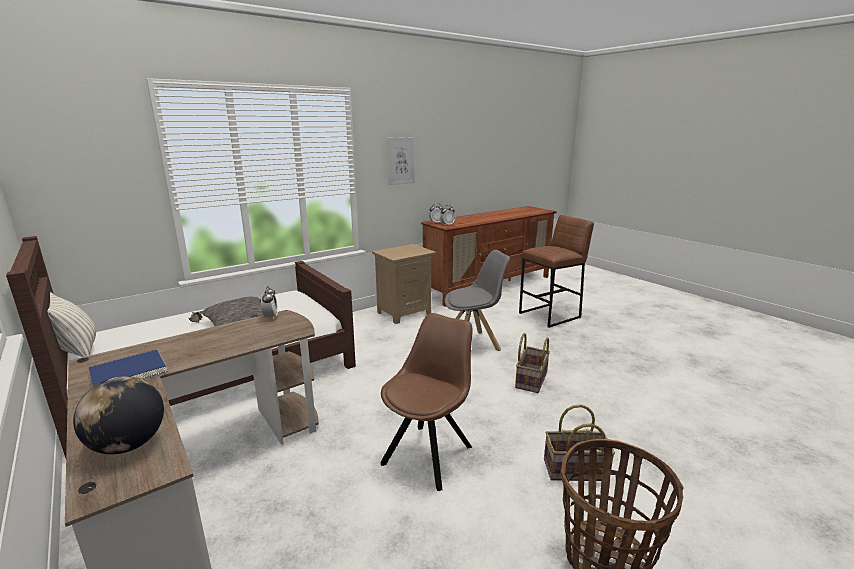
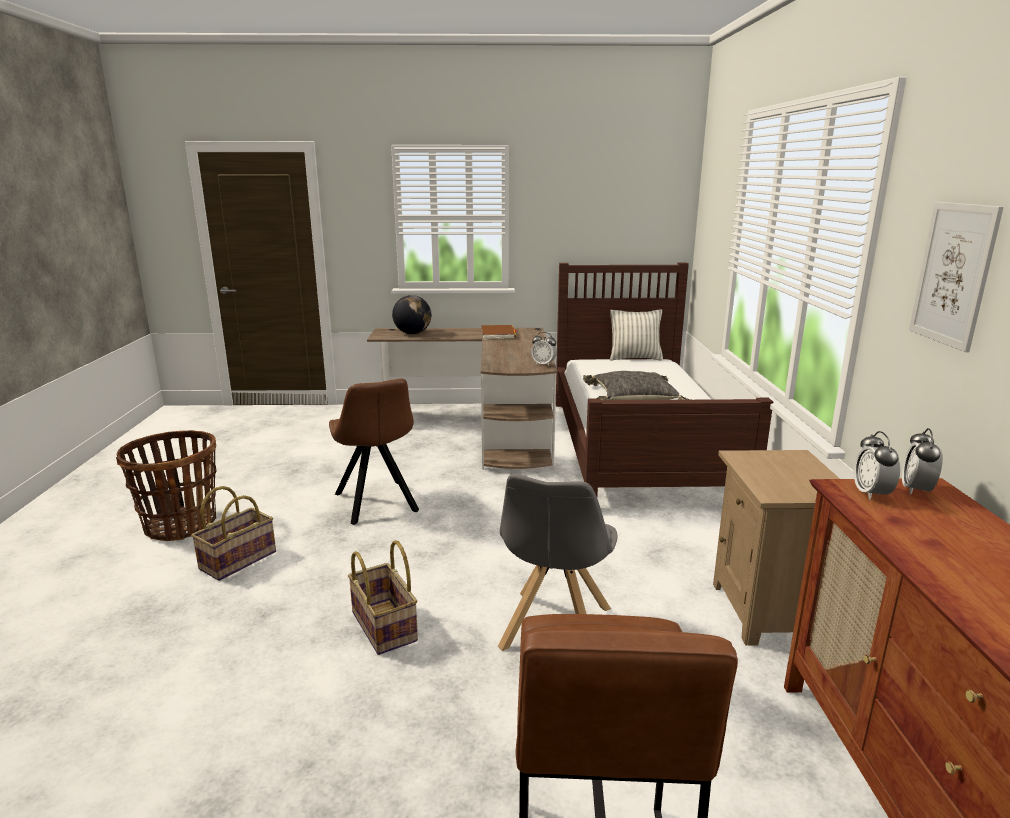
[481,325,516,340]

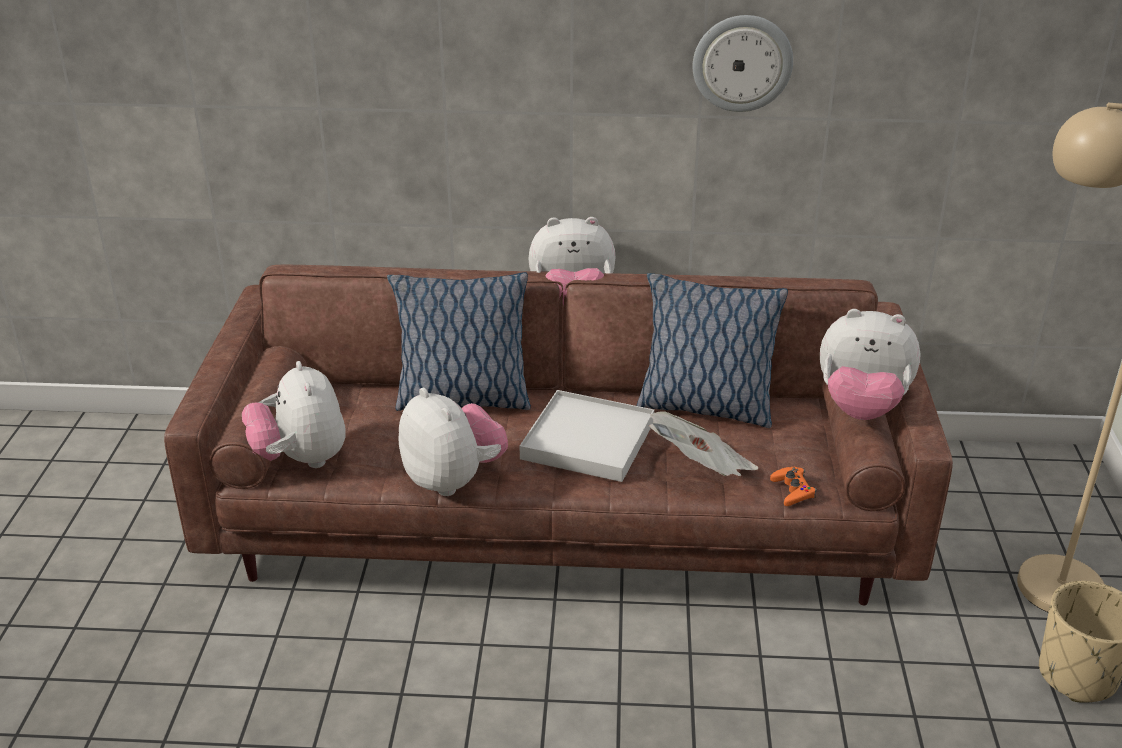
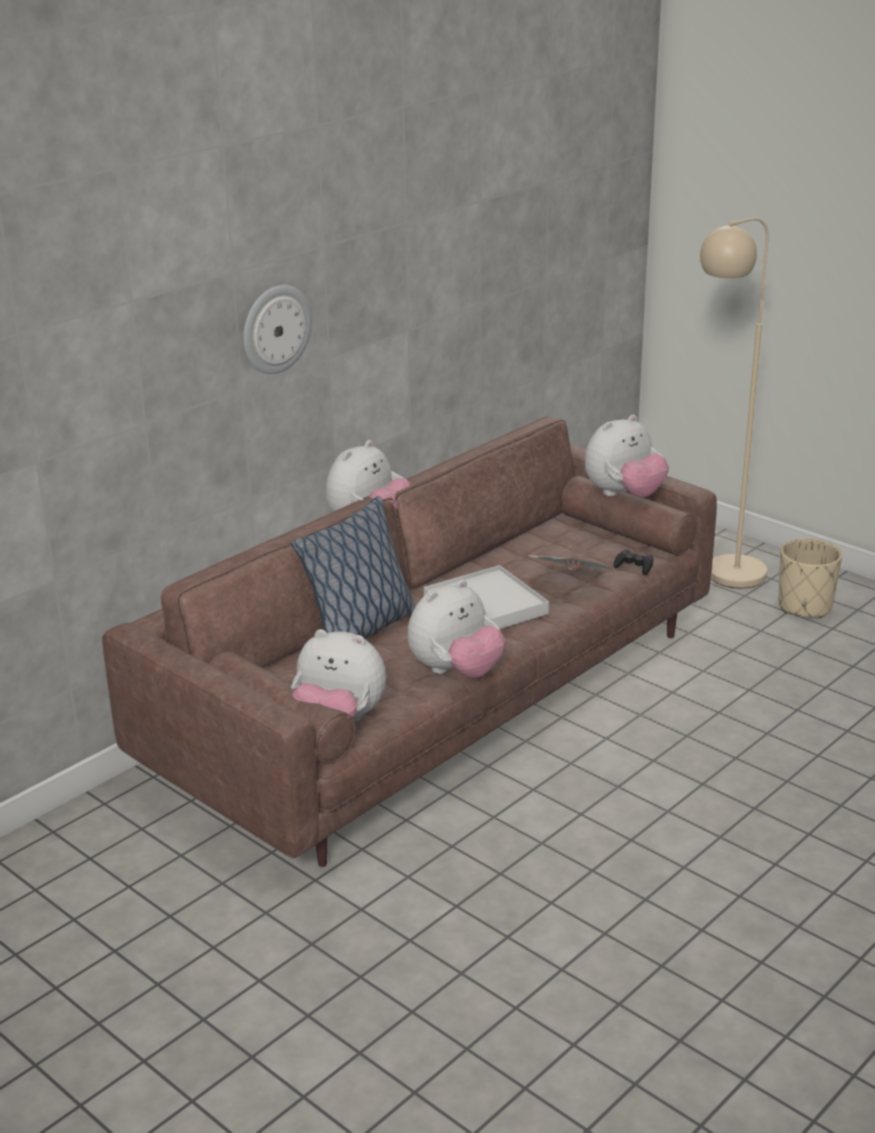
[243,285,312,374]
[637,273,788,428] (first image)
[408,580,505,678]
[614,550,653,575]

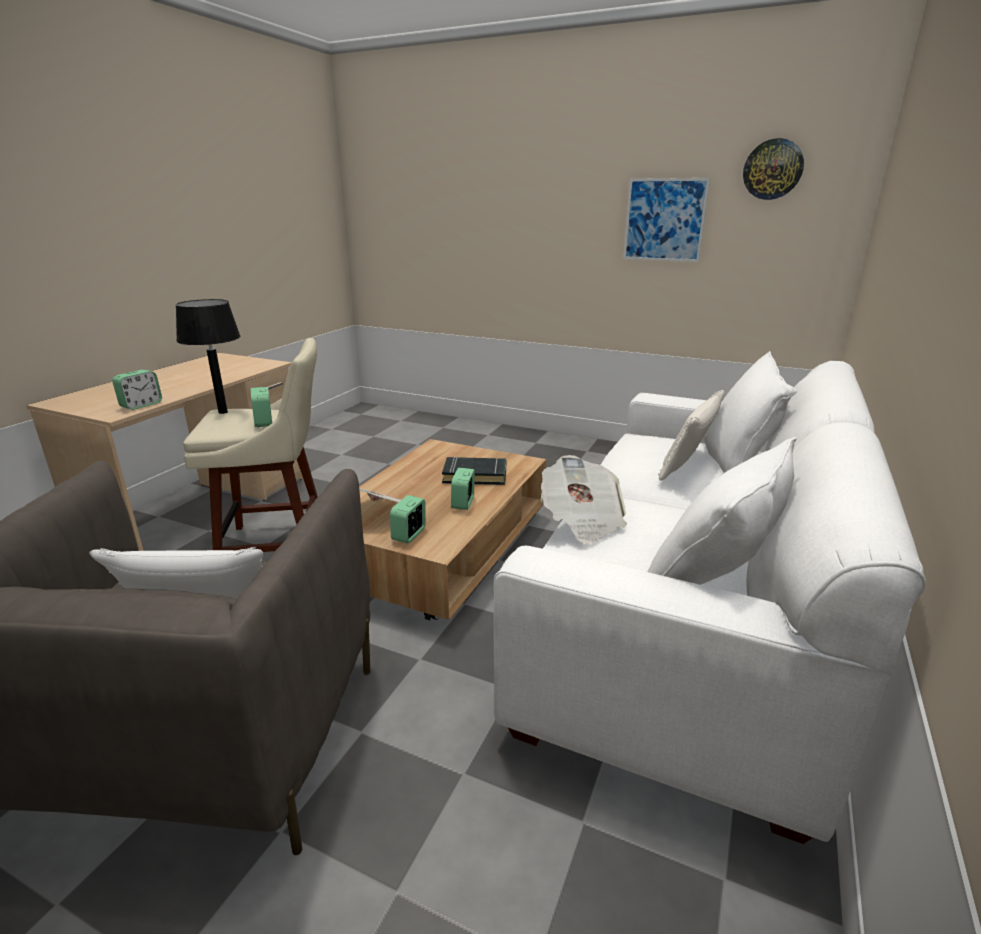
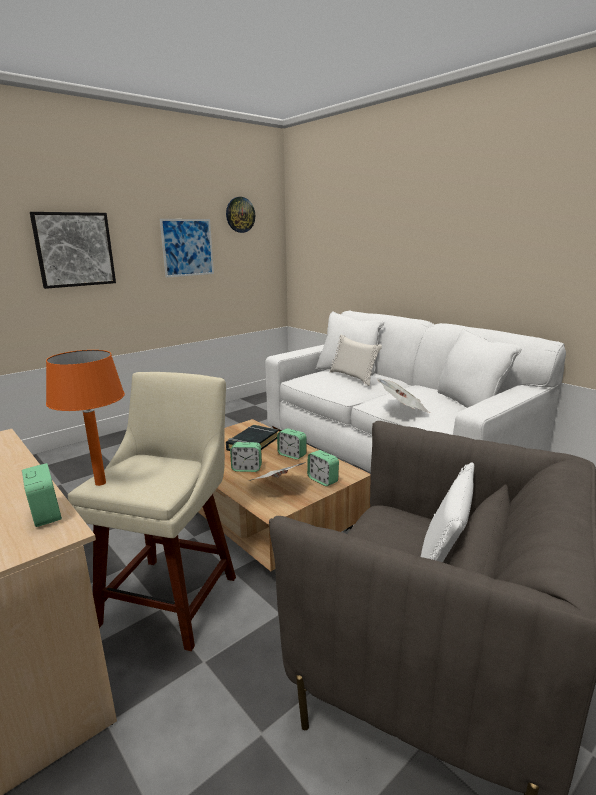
[46,350,125,486]
[230,442,262,472]
[30,212,116,289]

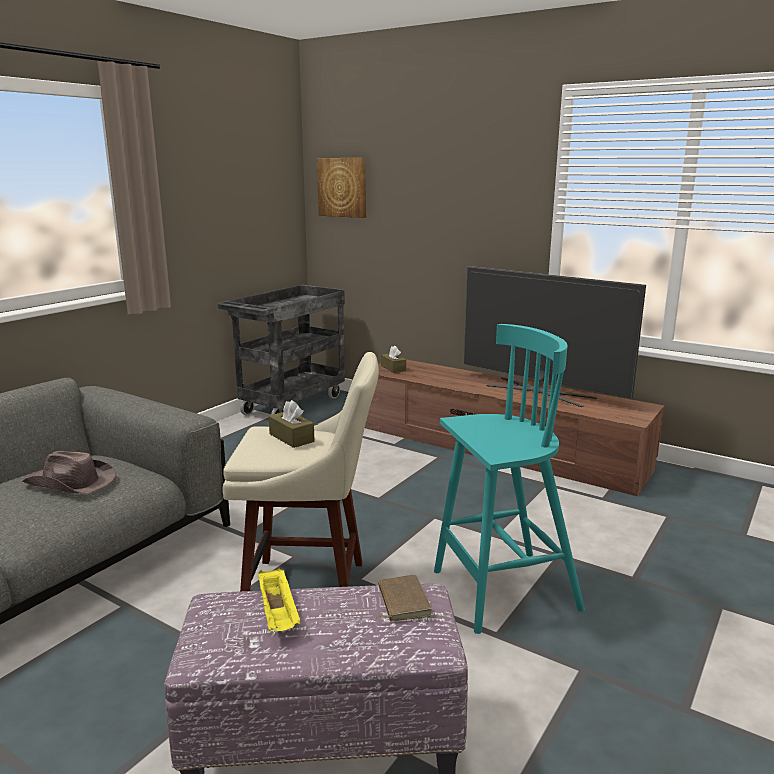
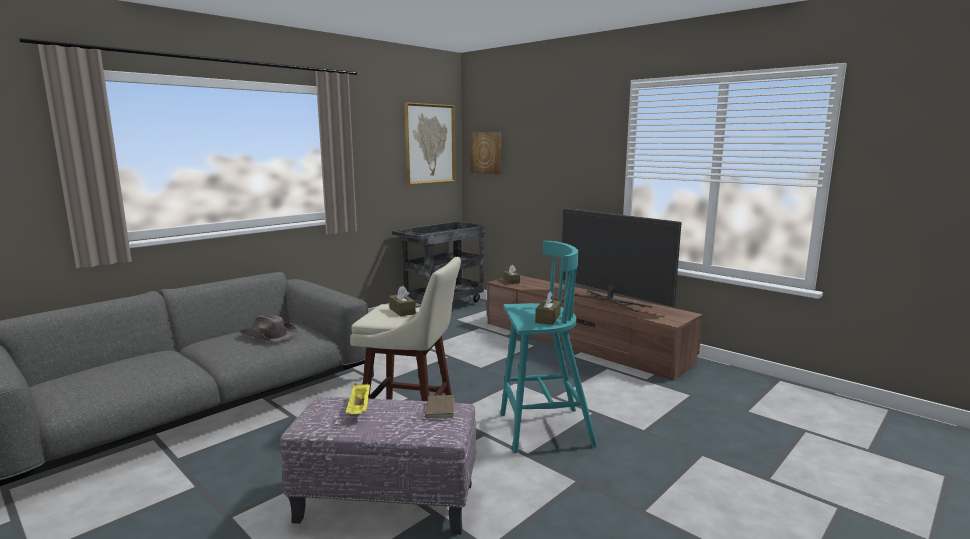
[404,103,456,185]
[535,291,561,325]

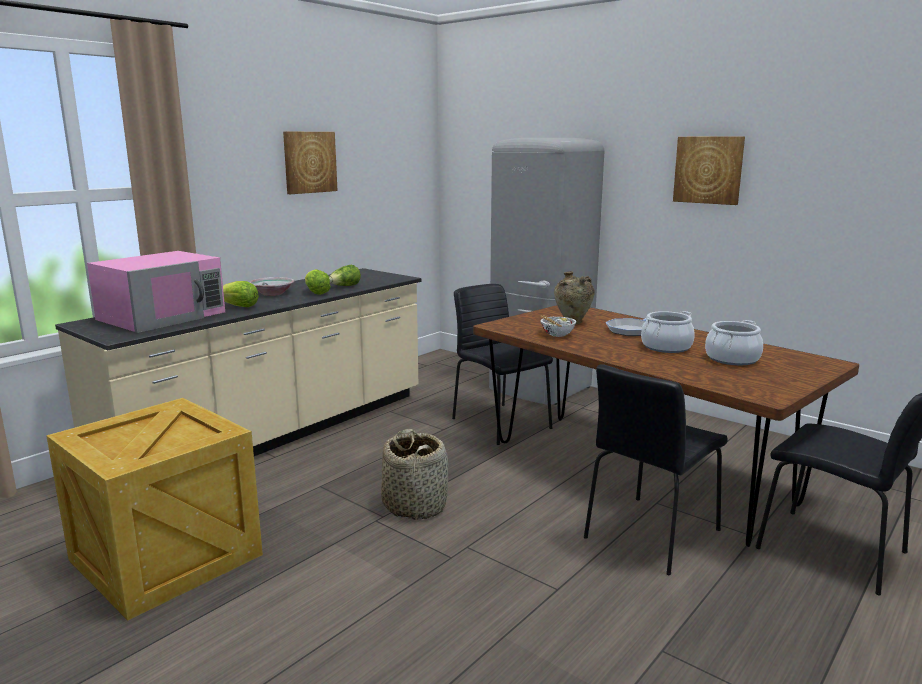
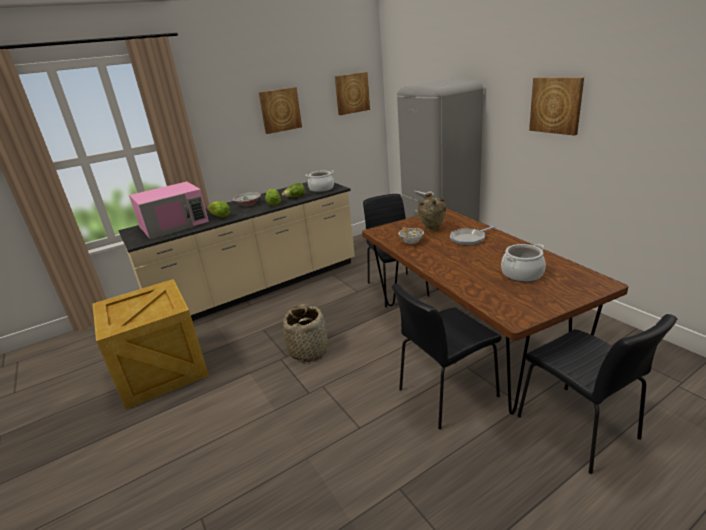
[305,170,334,193]
[335,72,370,115]

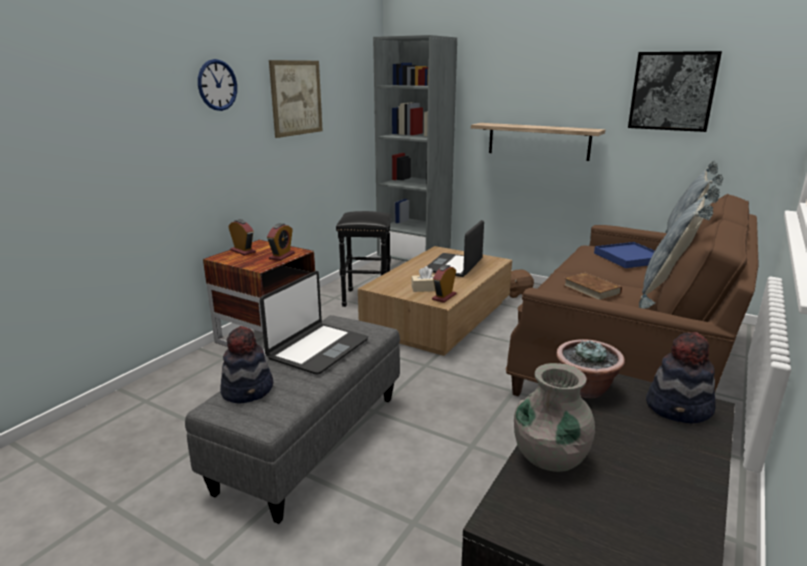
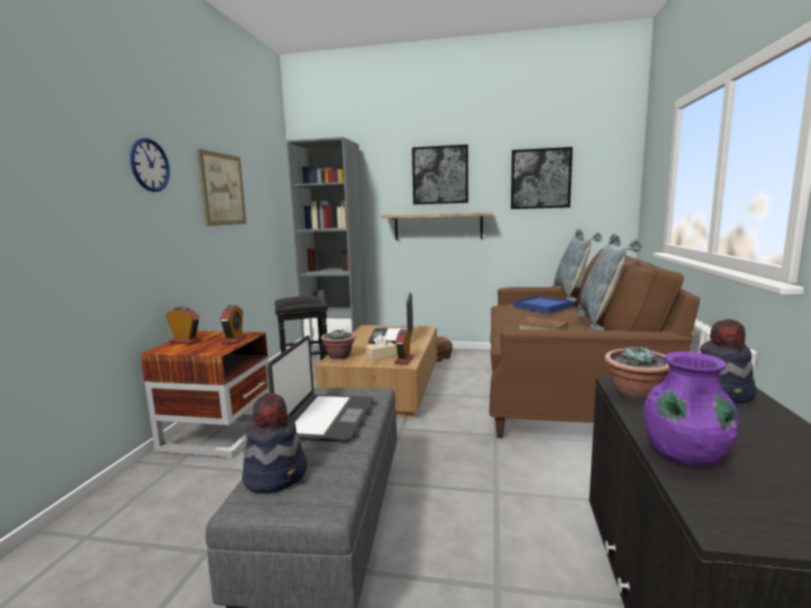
[643,351,739,467]
[412,144,468,204]
[321,328,356,359]

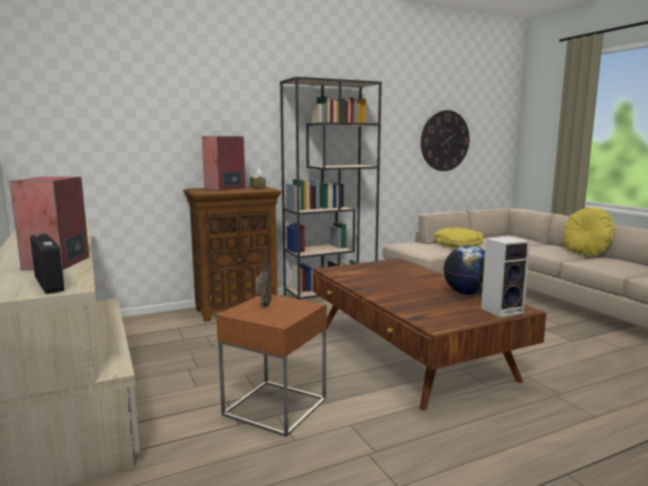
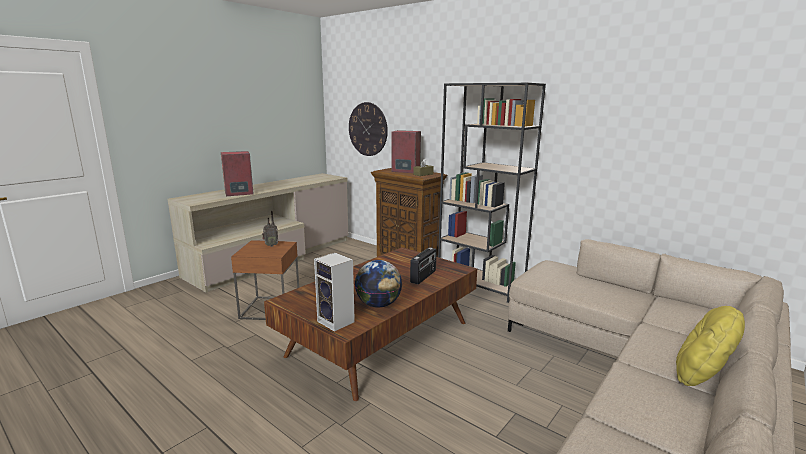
[349,102,388,156]
[434,227,484,248] (first image)
[410,247,437,284]

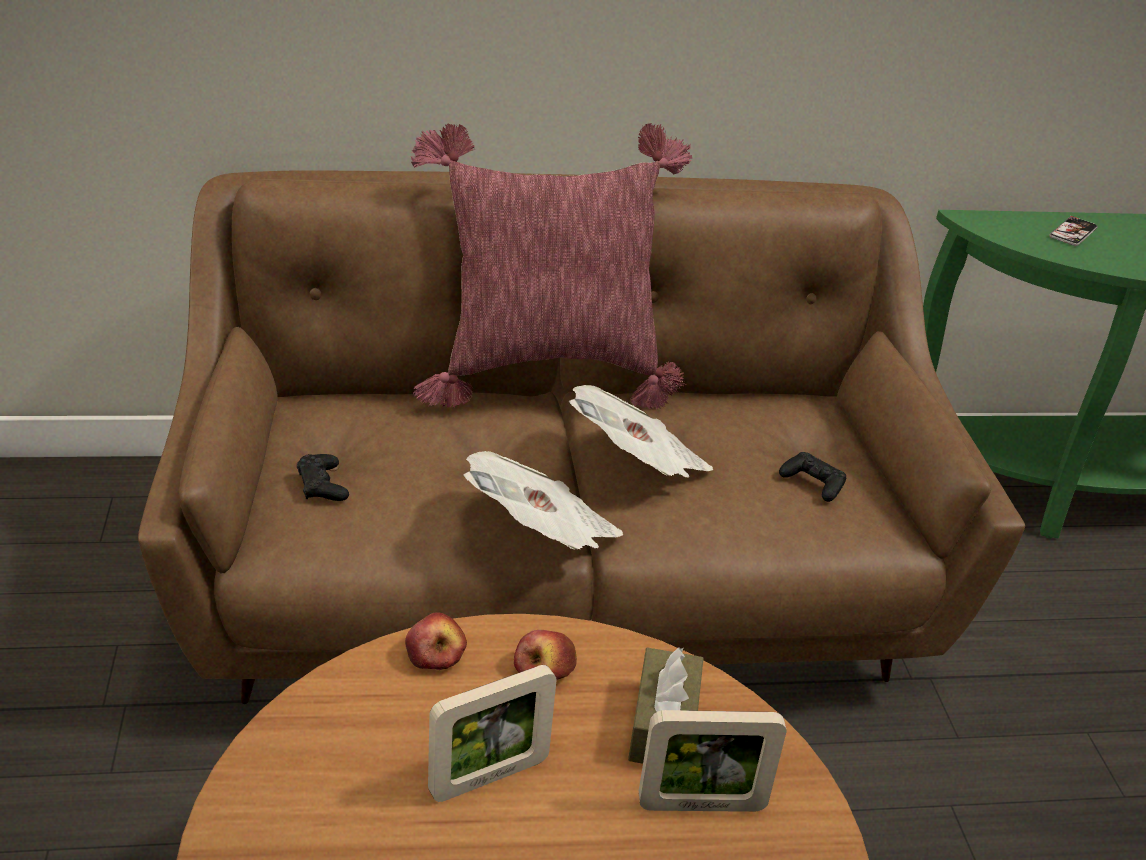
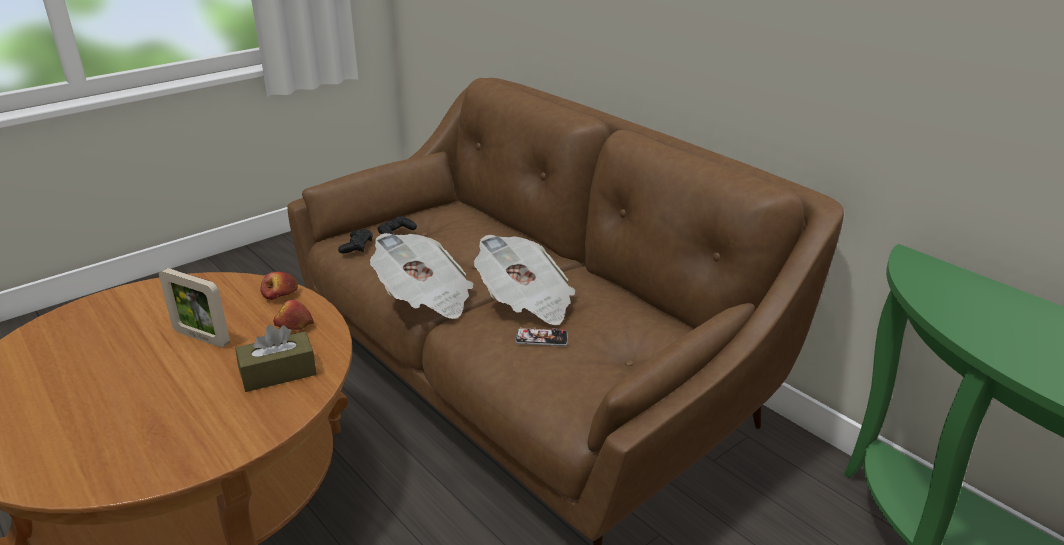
[411,123,692,410] (first image)
[515,327,568,346]
[338,229,373,254]
[639,710,786,812] (first image)

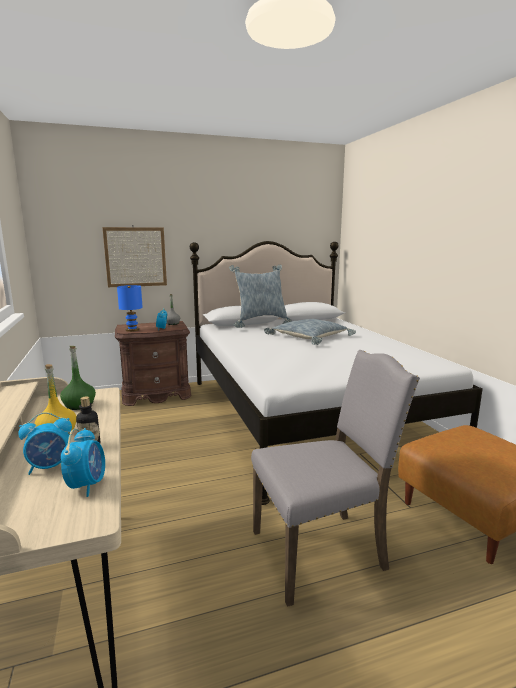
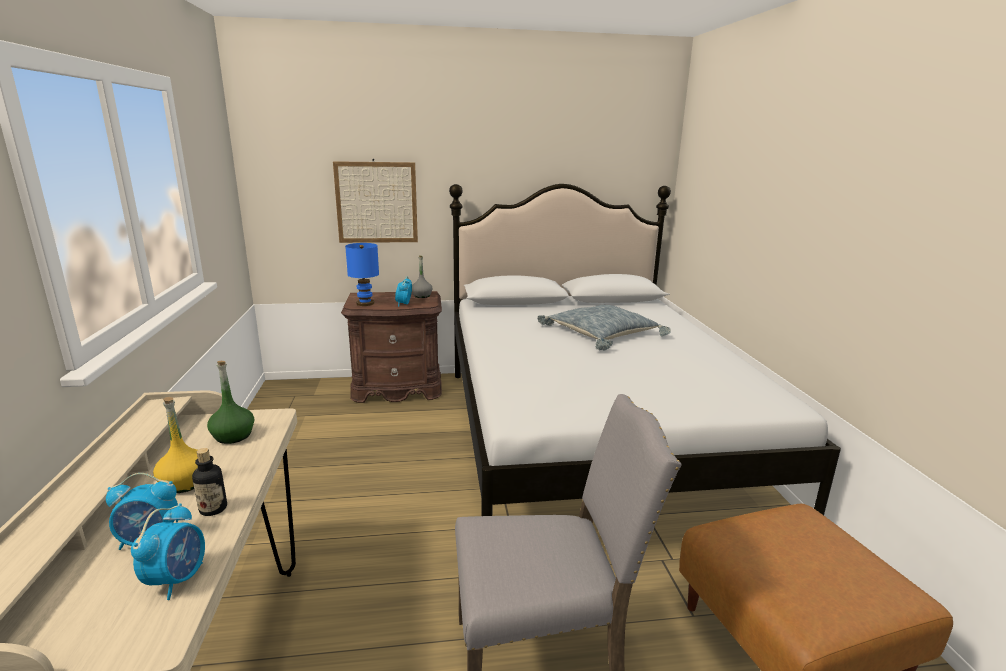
[229,265,292,328] (first image)

